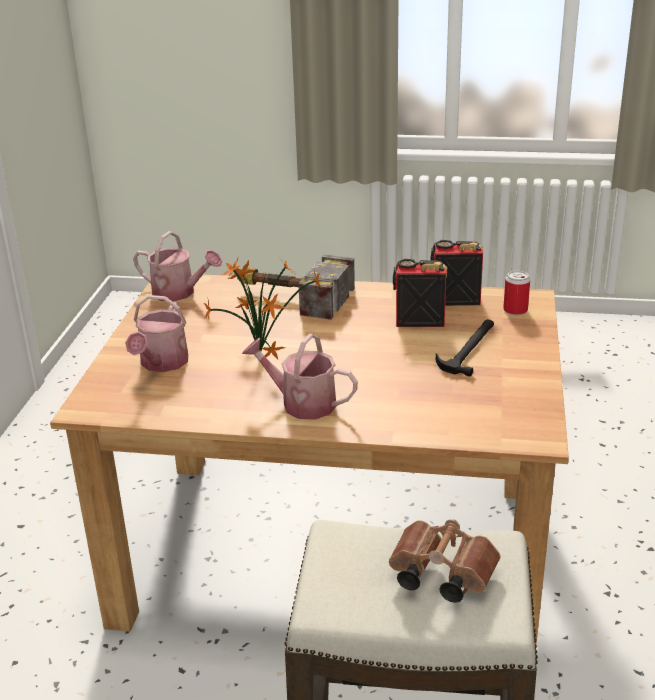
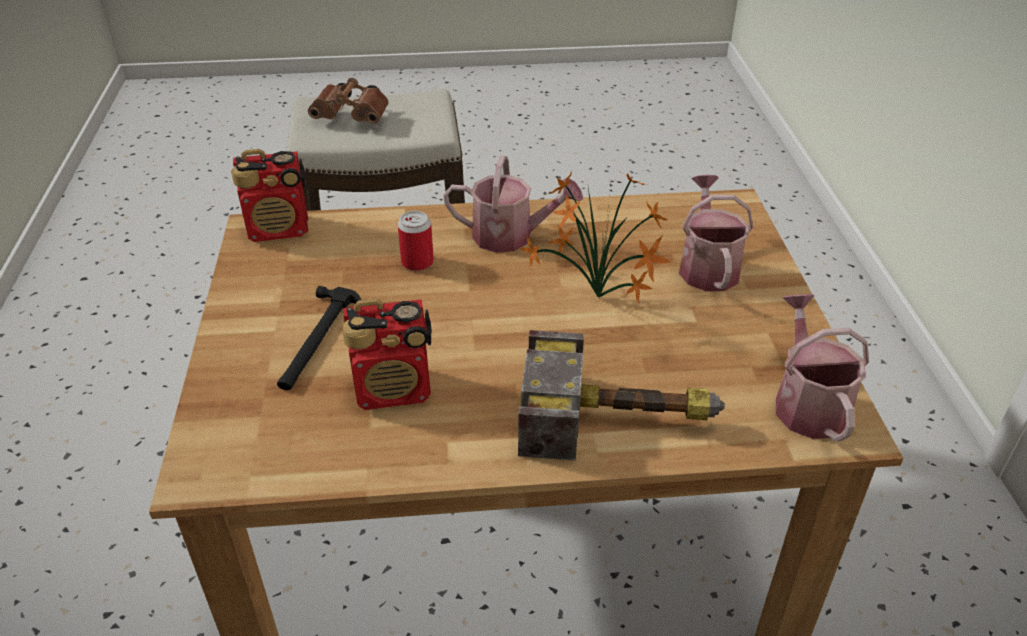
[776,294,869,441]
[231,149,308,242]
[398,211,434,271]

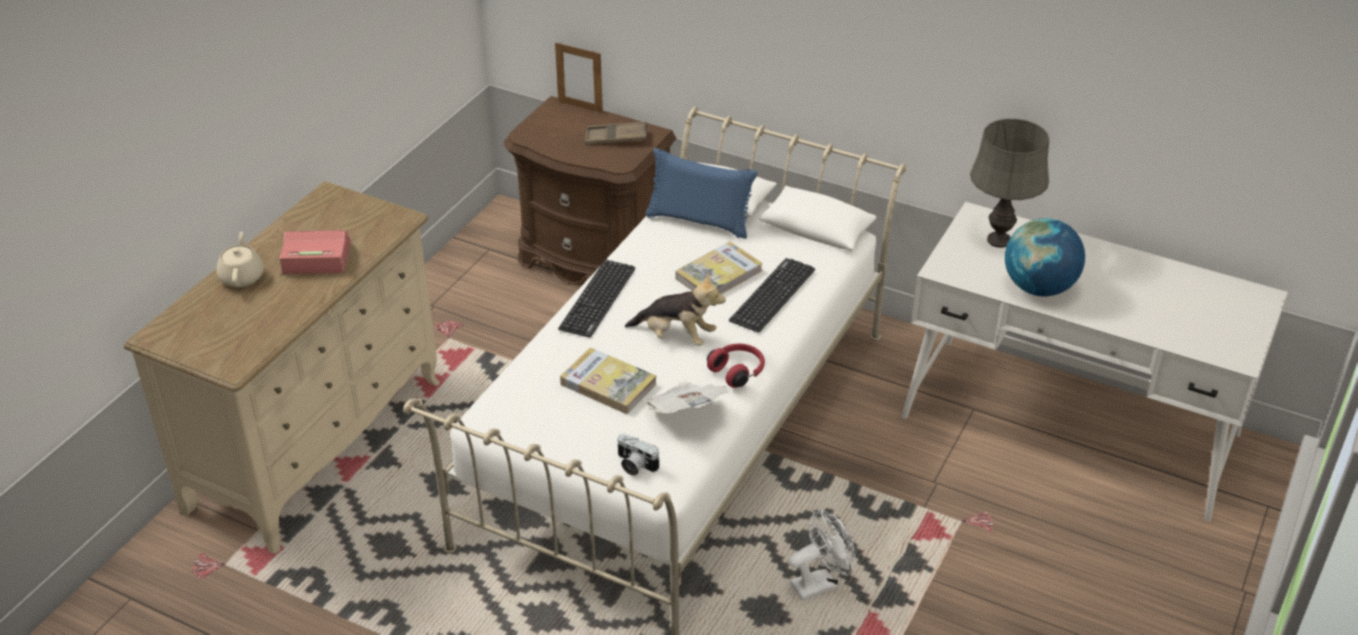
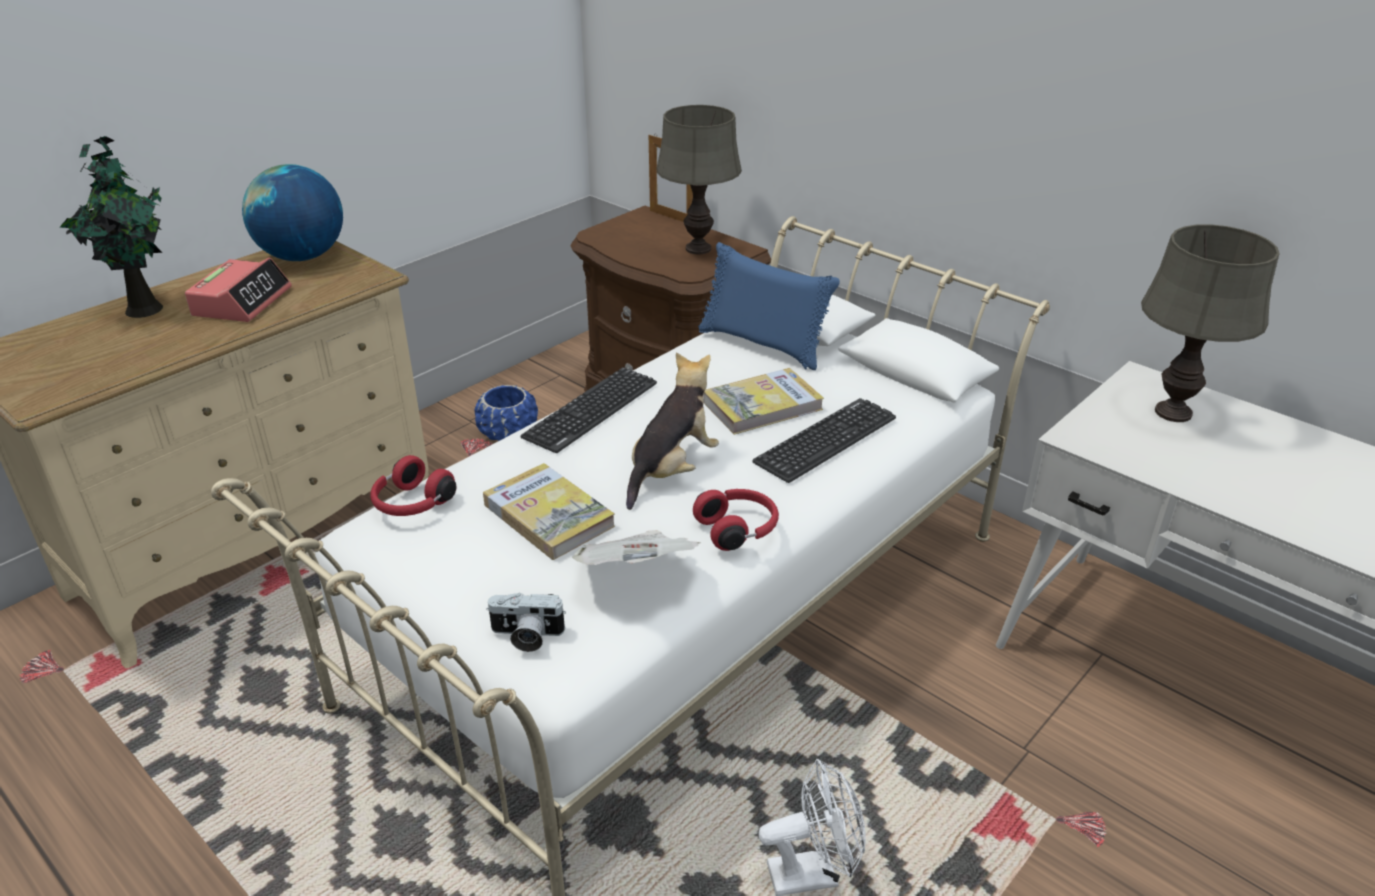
[656,105,742,255]
[242,164,343,261]
[185,258,292,322]
[59,136,163,318]
[626,353,719,510]
[486,593,566,652]
[474,385,538,441]
[370,455,456,516]

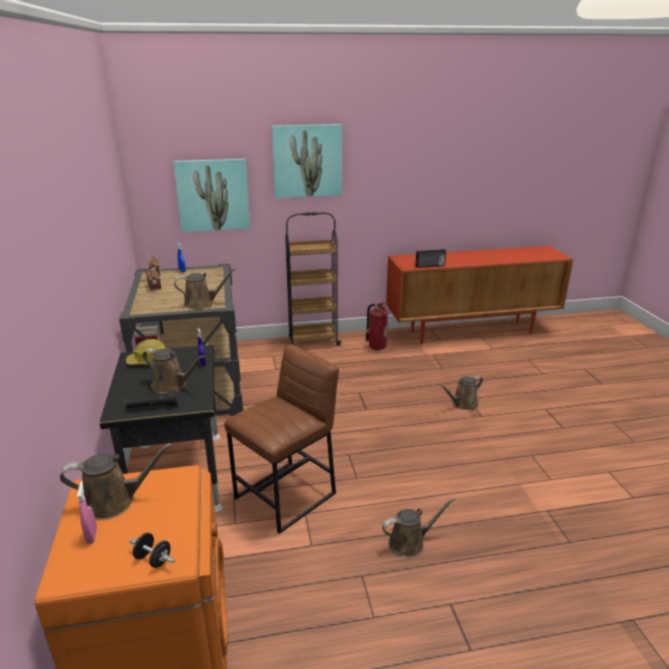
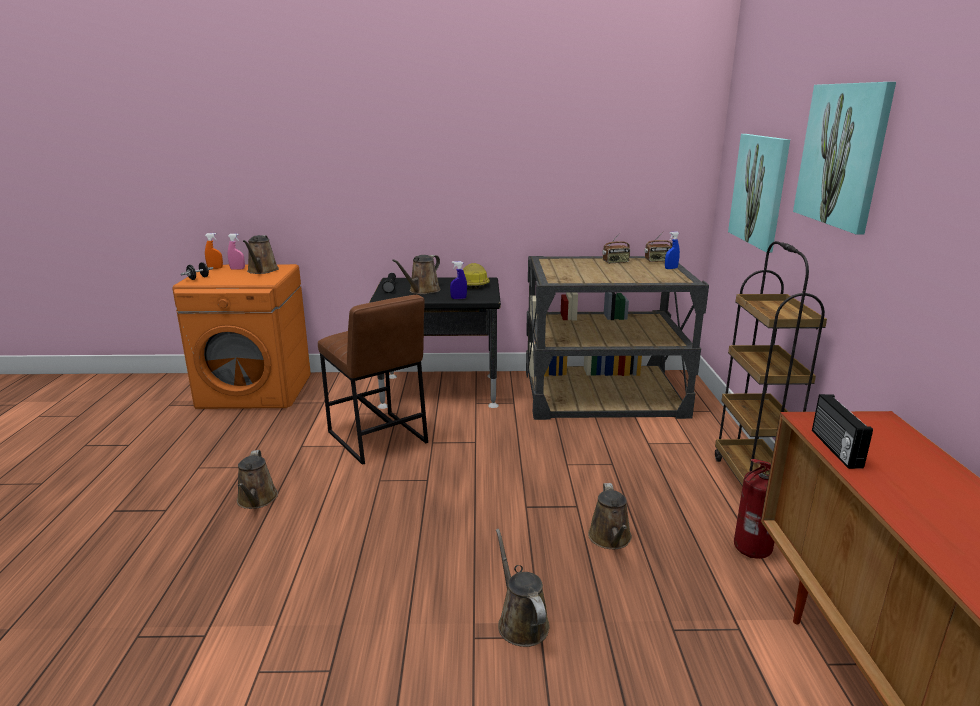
[588,483,632,549]
[205,233,223,269]

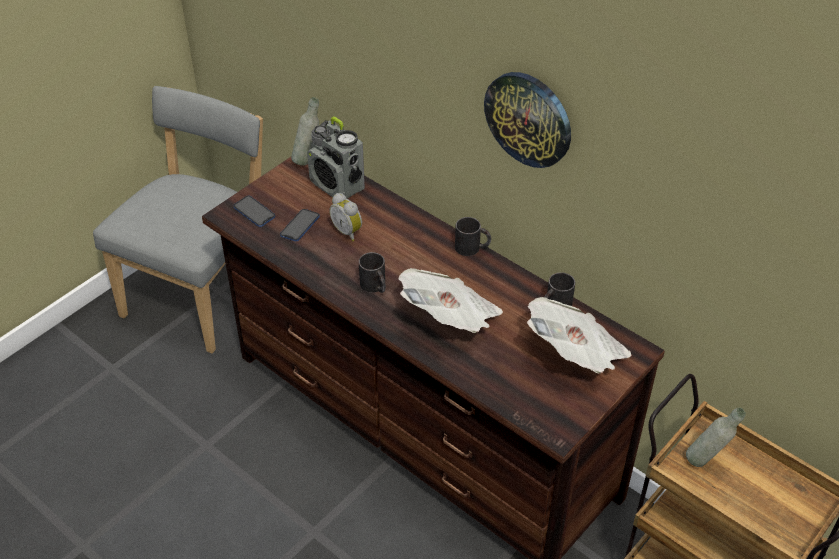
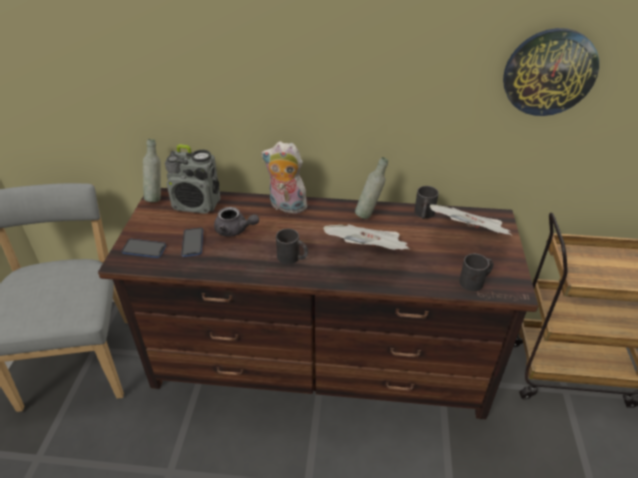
[503,28,599,116]
[214,207,259,236]
[459,254,494,291]
[355,157,388,219]
[261,141,307,214]

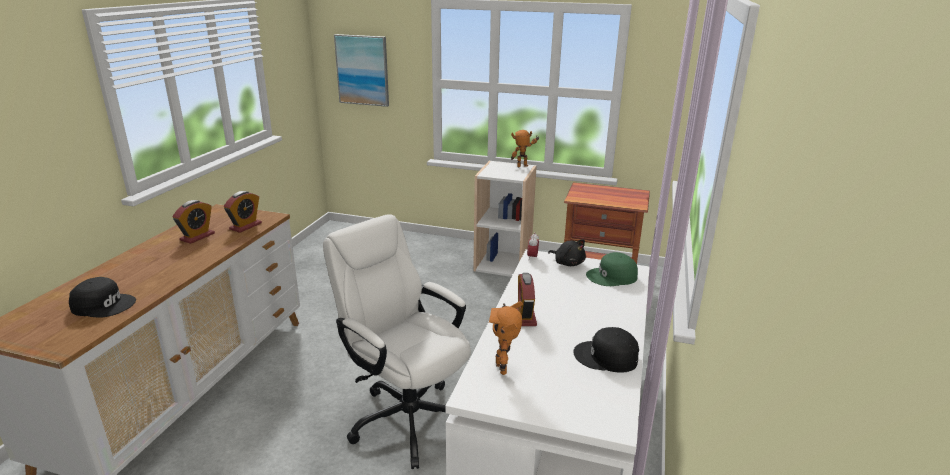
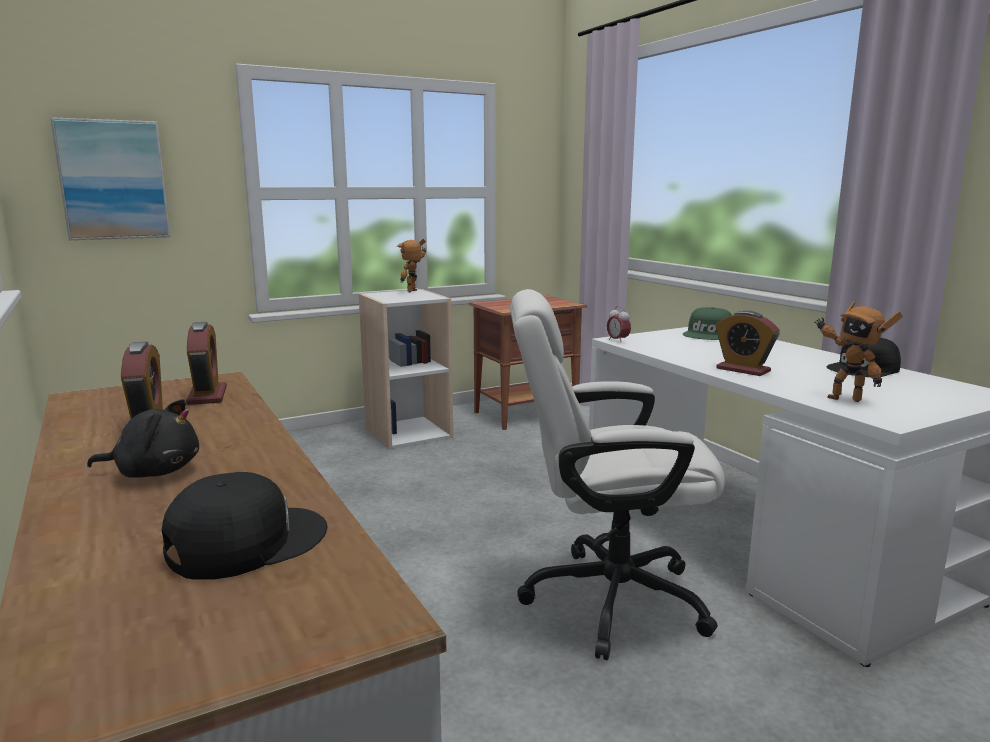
[87,399,199,478]

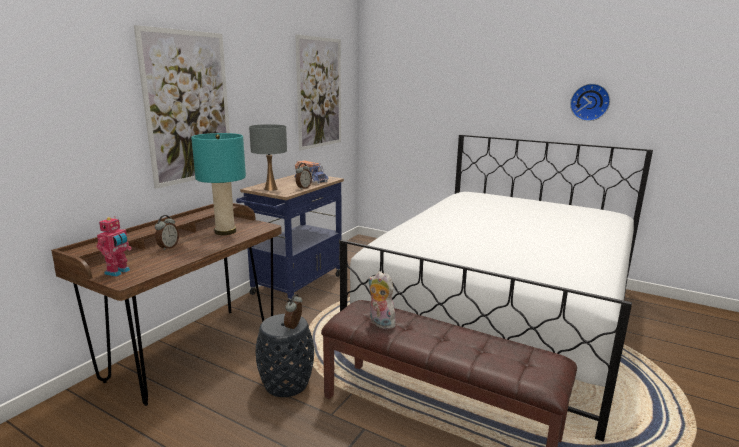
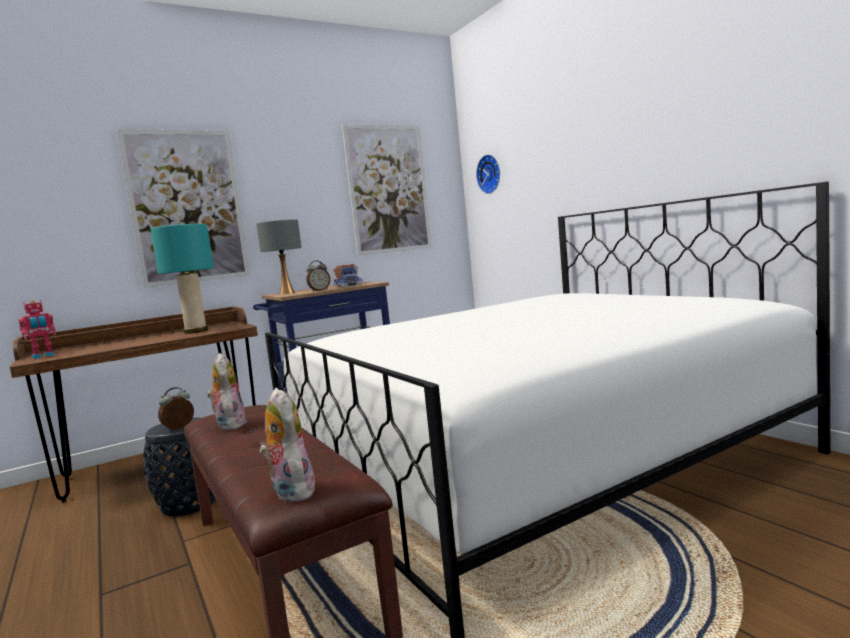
[476,154,500,194]
[155,215,179,251] (first image)
[259,388,316,503]

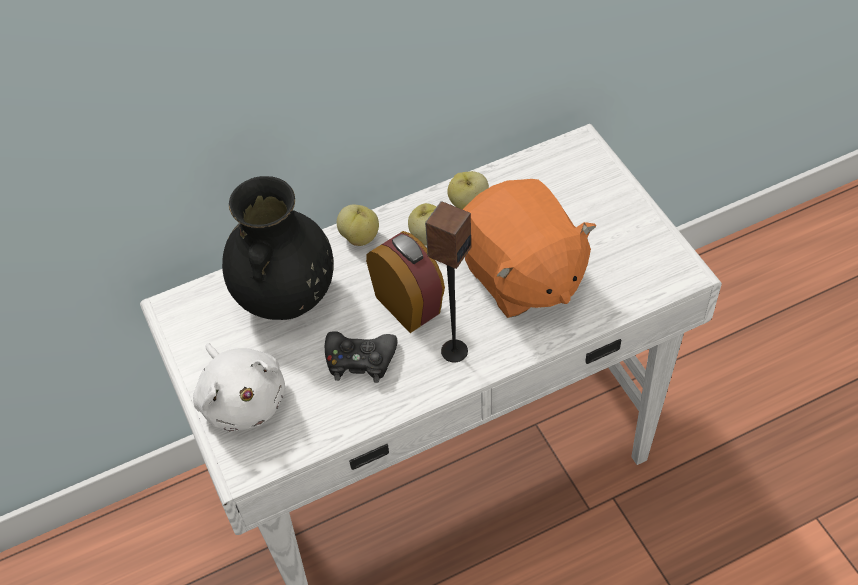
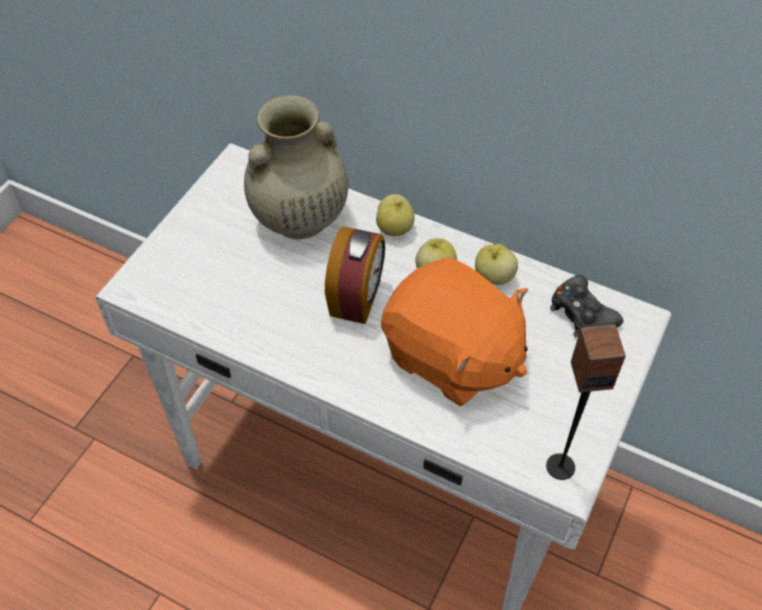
[244,95,348,239]
[381,258,528,406]
[546,325,626,480]
[550,275,624,337]
[193,343,285,432] (first image)

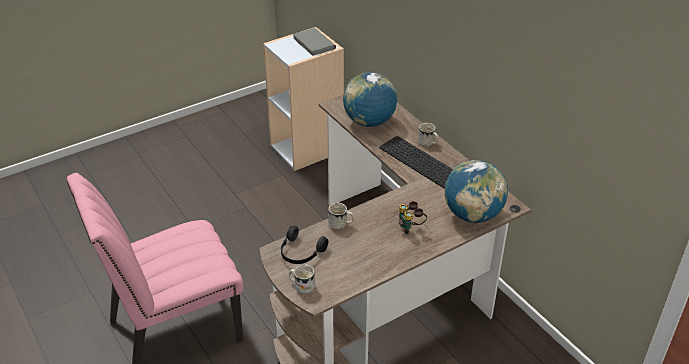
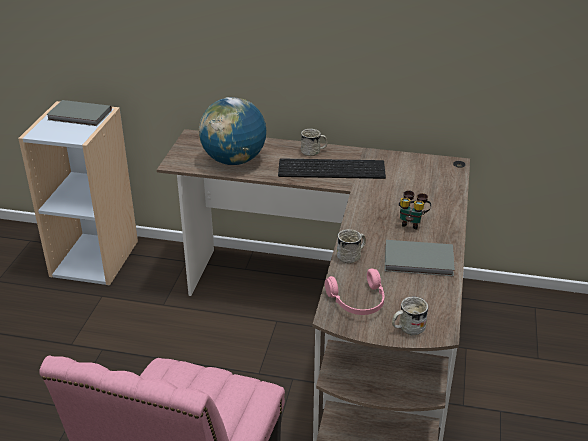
[445,160,508,223] (first image)
[325,269,384,315]
[384,240,455,276]

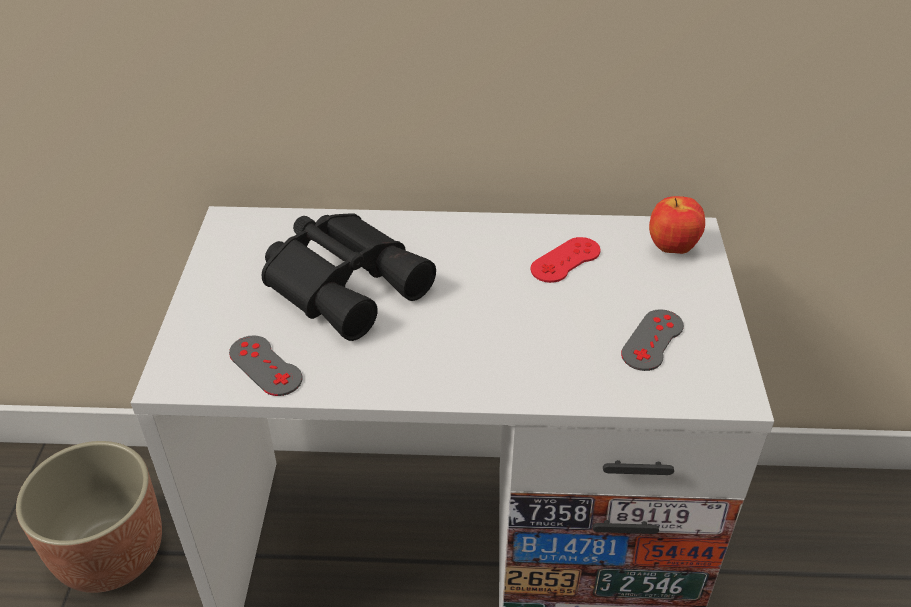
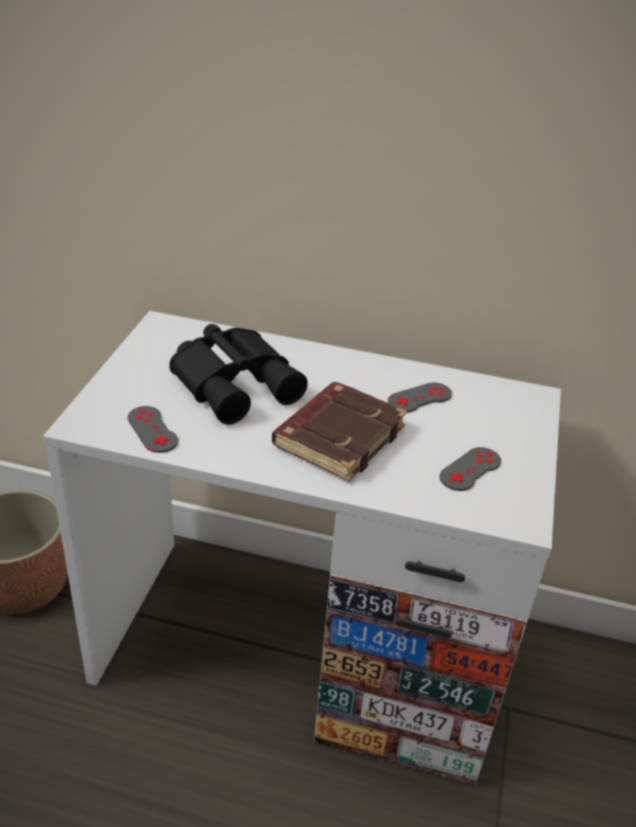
[649,196,705,254] (first image)
[388,382,452,412]
[272,382,407,482]

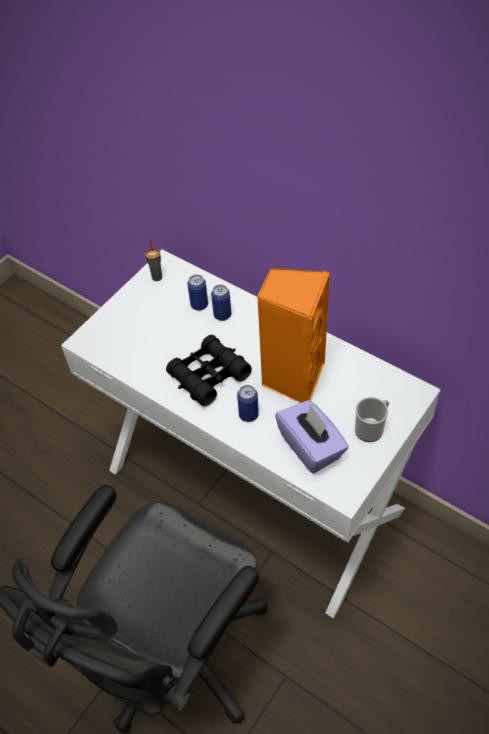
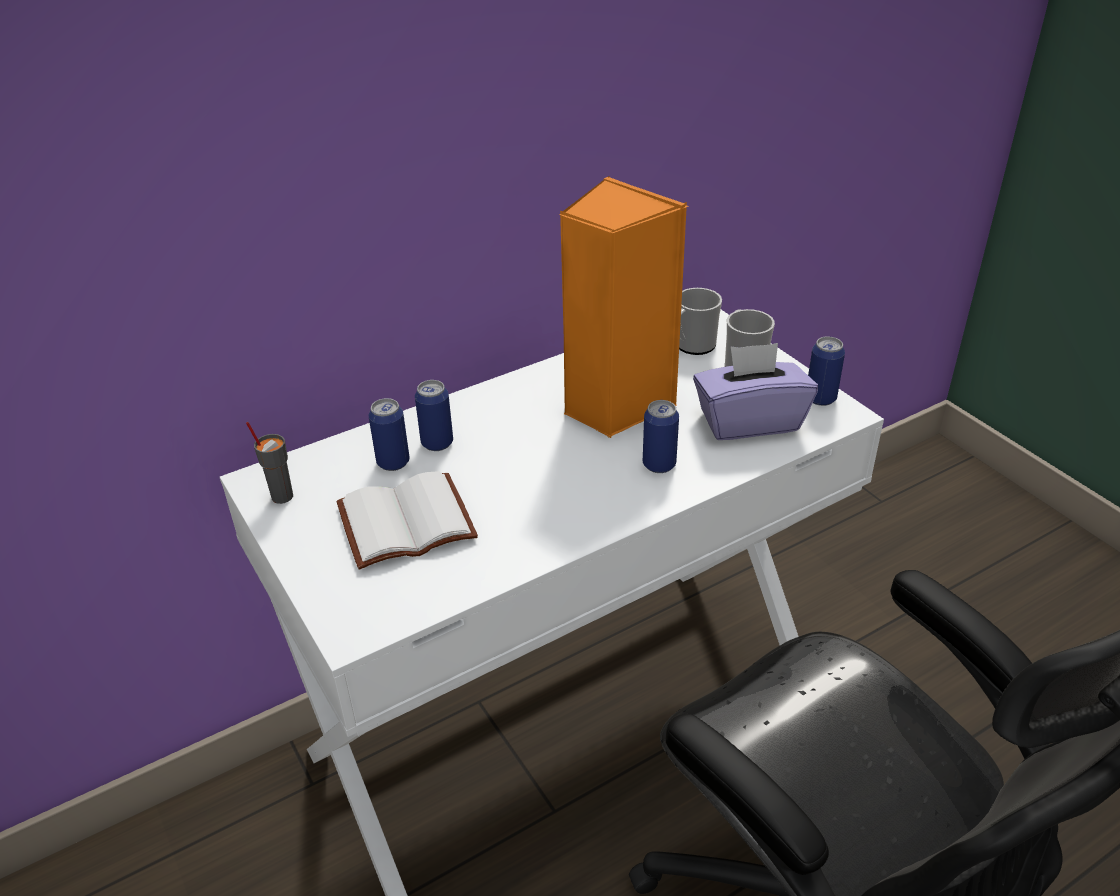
[166,335,252,406] (first image)
[679,288,722,355]
[808,336,845,406]
[336,471,478,570]

